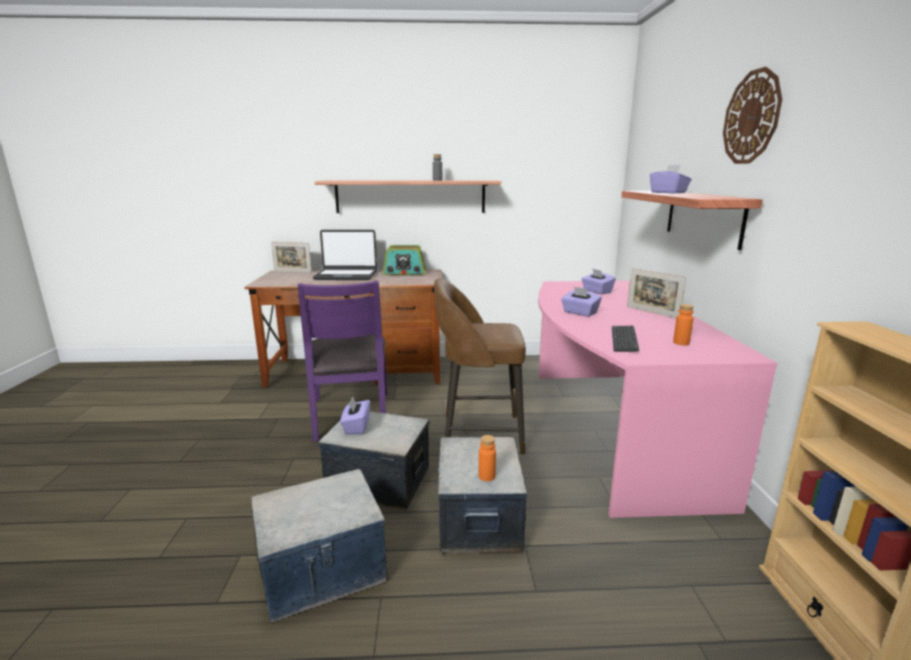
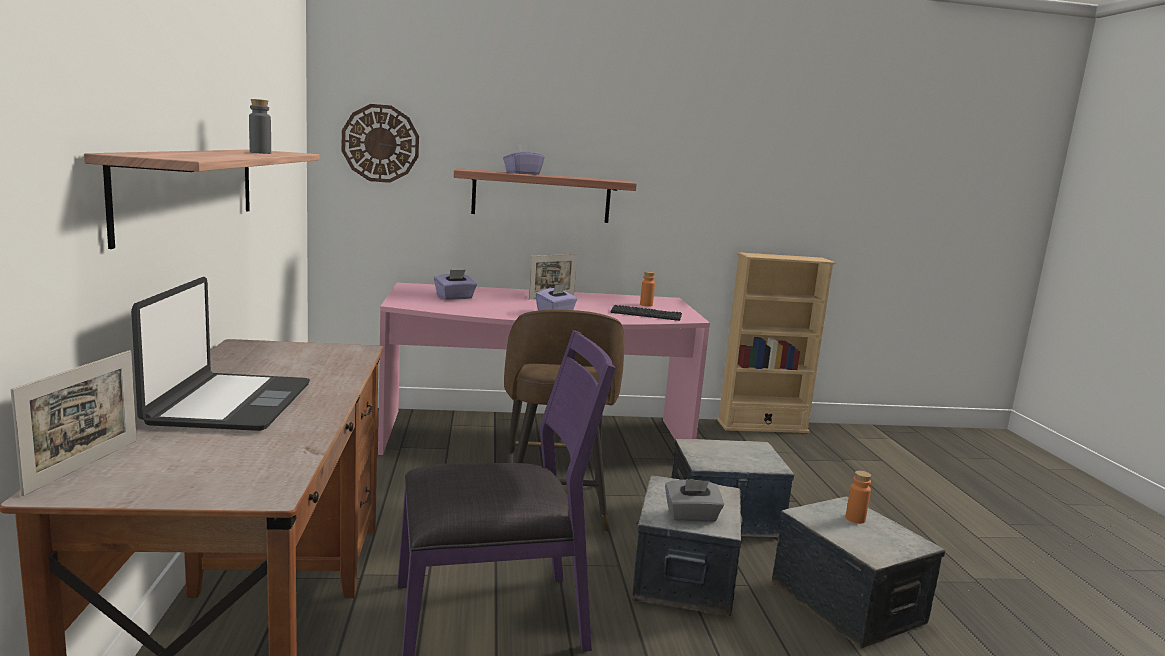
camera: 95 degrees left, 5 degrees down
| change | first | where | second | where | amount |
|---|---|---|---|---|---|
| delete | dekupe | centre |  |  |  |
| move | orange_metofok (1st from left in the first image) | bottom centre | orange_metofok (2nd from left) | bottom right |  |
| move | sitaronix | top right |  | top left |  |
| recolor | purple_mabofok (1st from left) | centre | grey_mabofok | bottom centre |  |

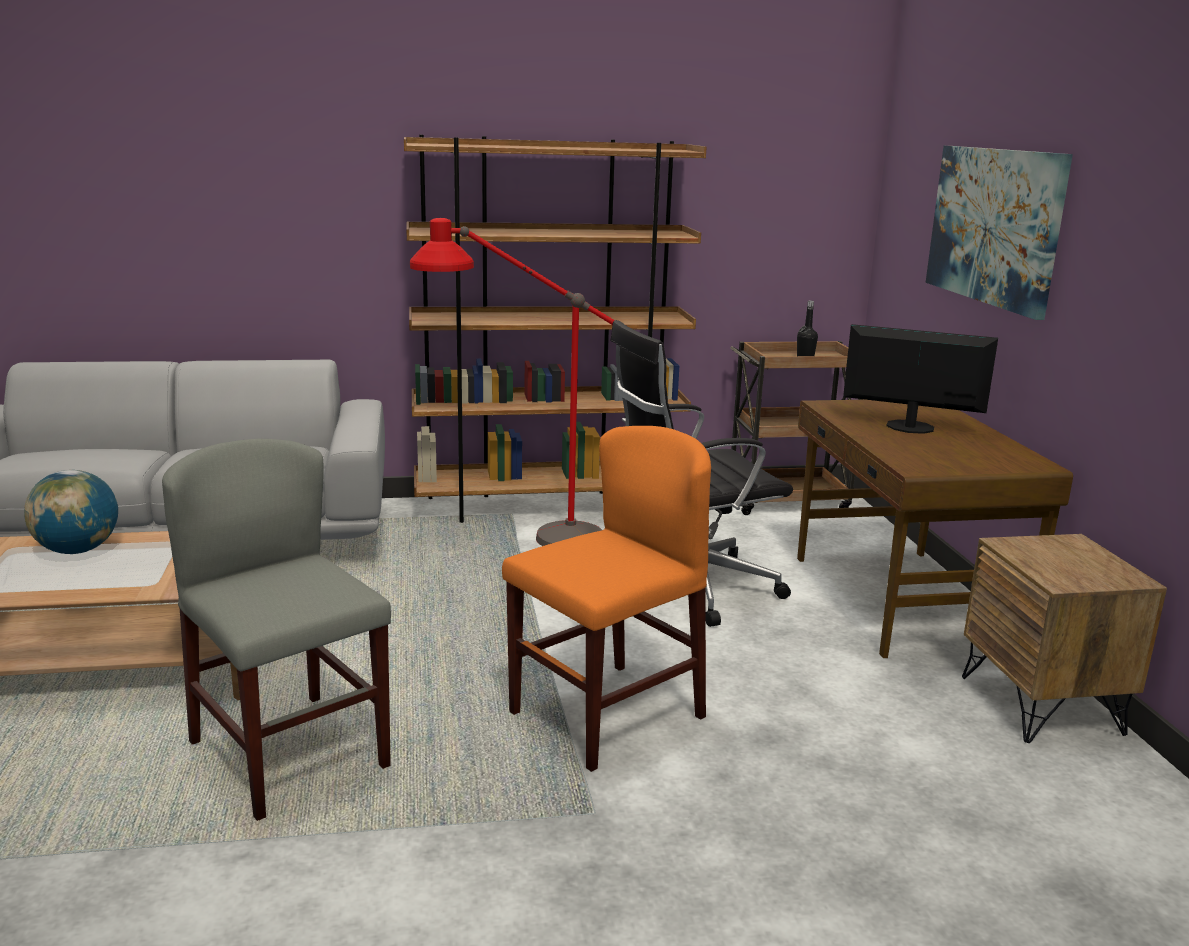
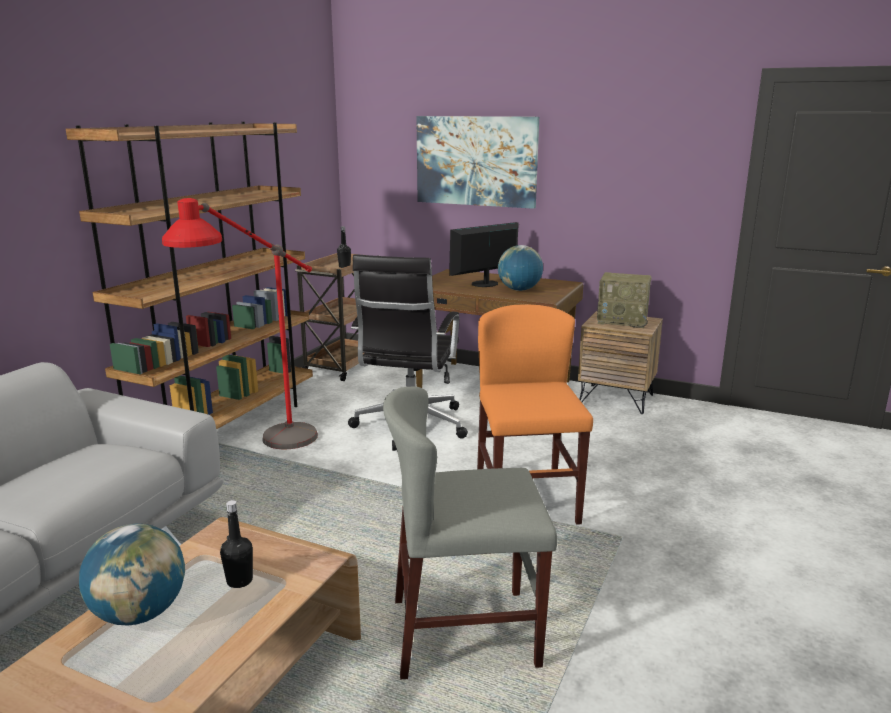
camera: 55 degrees left, 0 degrees up
| change | first | where | second | where | amount |
|---|---|---|---|---|---|
| insert |  |  | black_metofok (1st from left) | bottom left |  |
| insert |  |  | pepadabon (2nd from left) | centre |  |
| insert |  |  | dekupe | middle right |  |

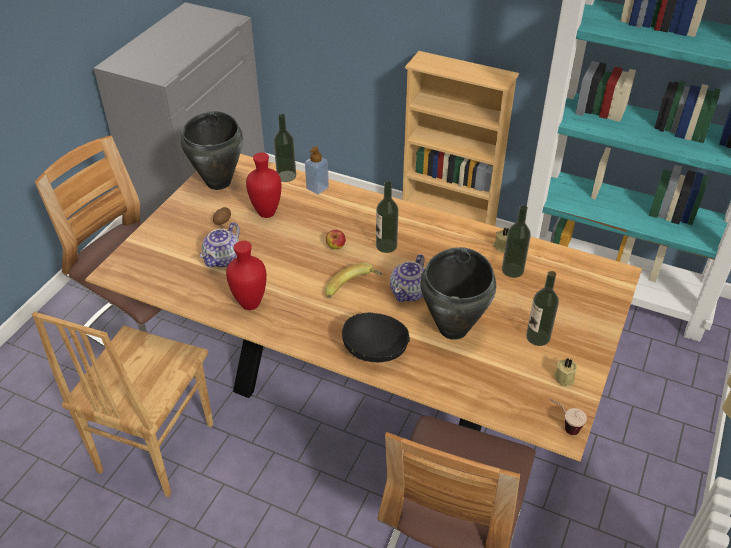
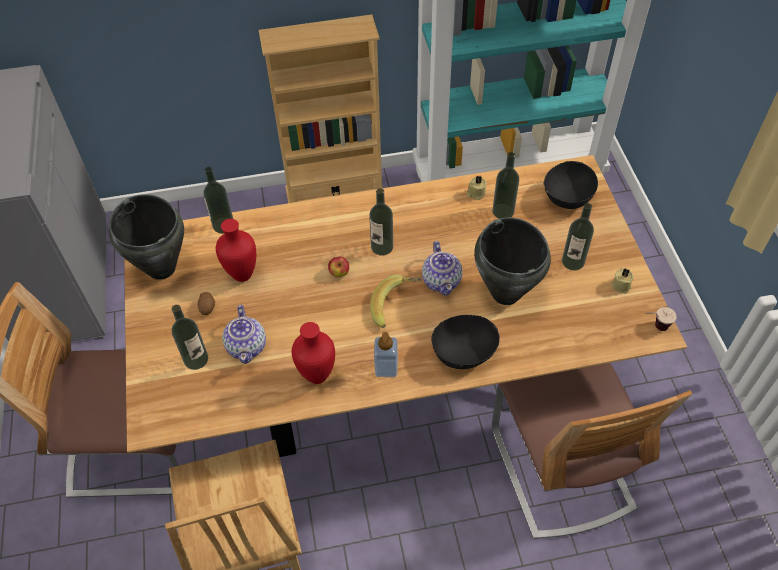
camera: 35 degrees left, 10 degrees up
| change | first | where | second | where | amount |
|---|---|---|---|---|---|
| insert |  |  | metofok (1st from left) | middle left |  |
| insert |  |  | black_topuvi (2nd from left) | top right |  |
| move | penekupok | top centre |  | centre |  |

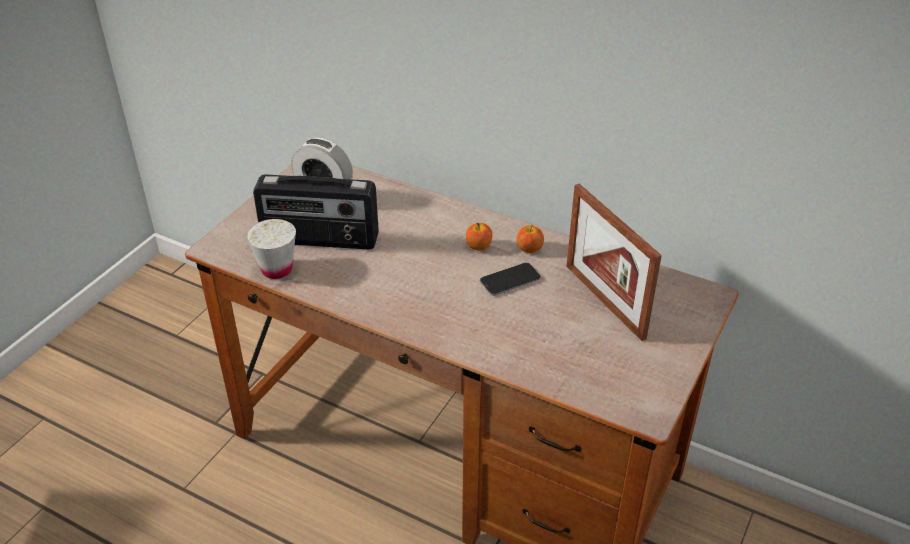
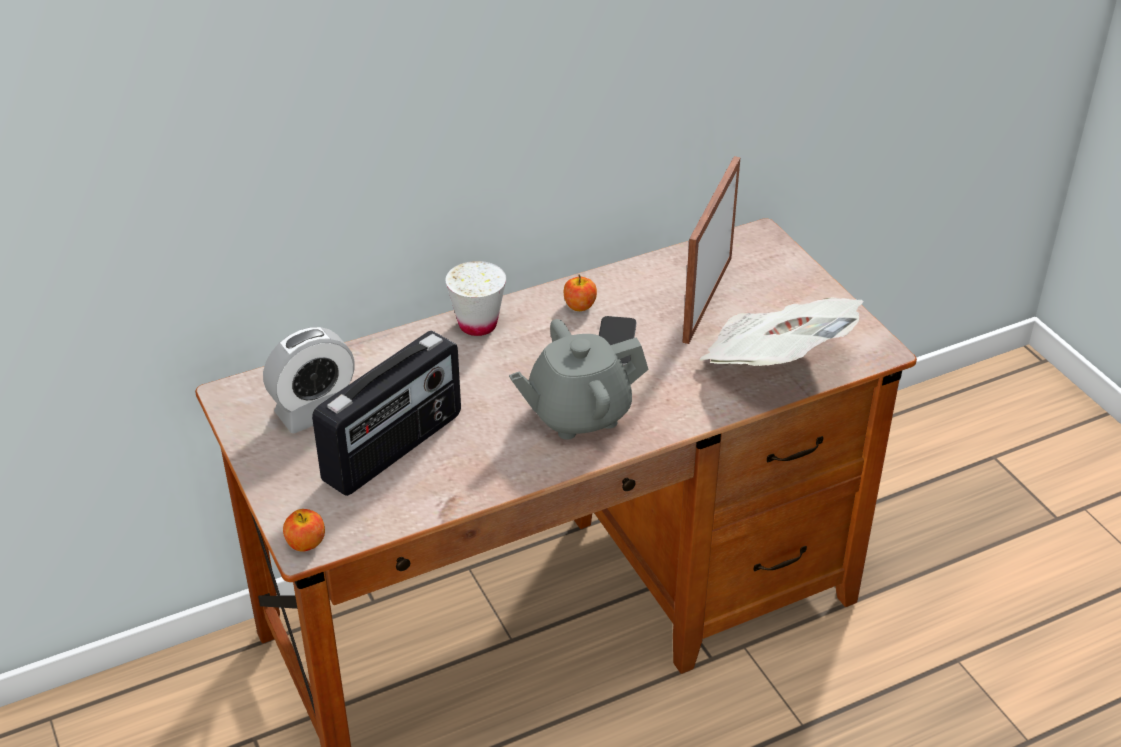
camera: 55 degrees left, 0 degrees up
| change | first | where | second | where | amount |
|---|---|---|---|---|---|
| insert |  |  | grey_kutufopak | centre |  |
| insert |  |  | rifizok | middle right |  |
| move | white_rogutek | middle left |  | centre |  |
| move | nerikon (1st from left) | centre |  | bottom left |  |
| rotate | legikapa | middle right |  | centre | 105 degrees clockwise |

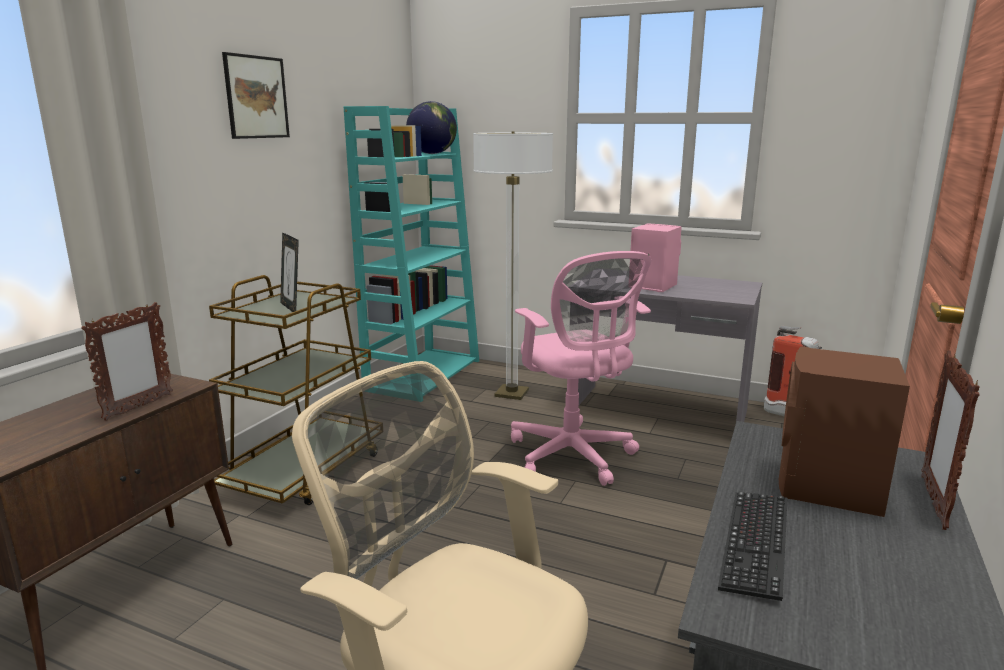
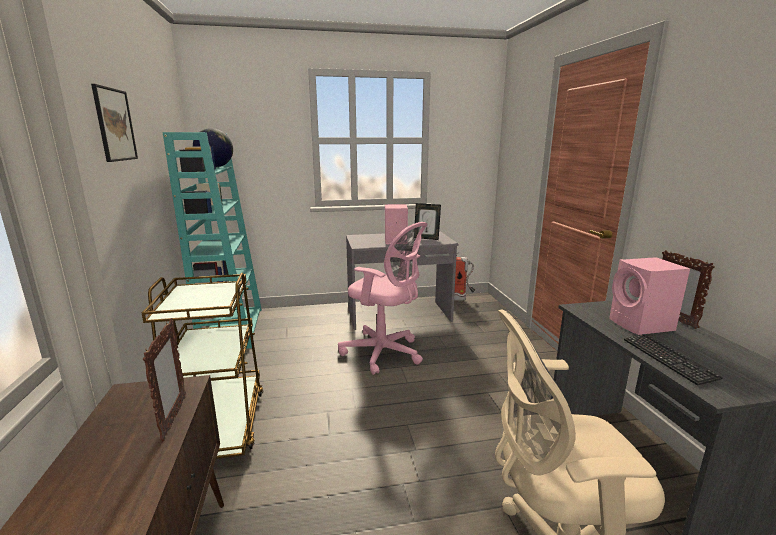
camera: 35 degrees left, 0 degrees up
| change | first | where | second | where | amount |
|---|---|---|---|---|---|
| delete | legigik | centre |  |  |  |
| move | legikapa (2nd from left) | middle left |  | centre |  |
| recolor | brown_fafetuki | middle right | pink_fafetuki (2nd from left) | middle right |  |

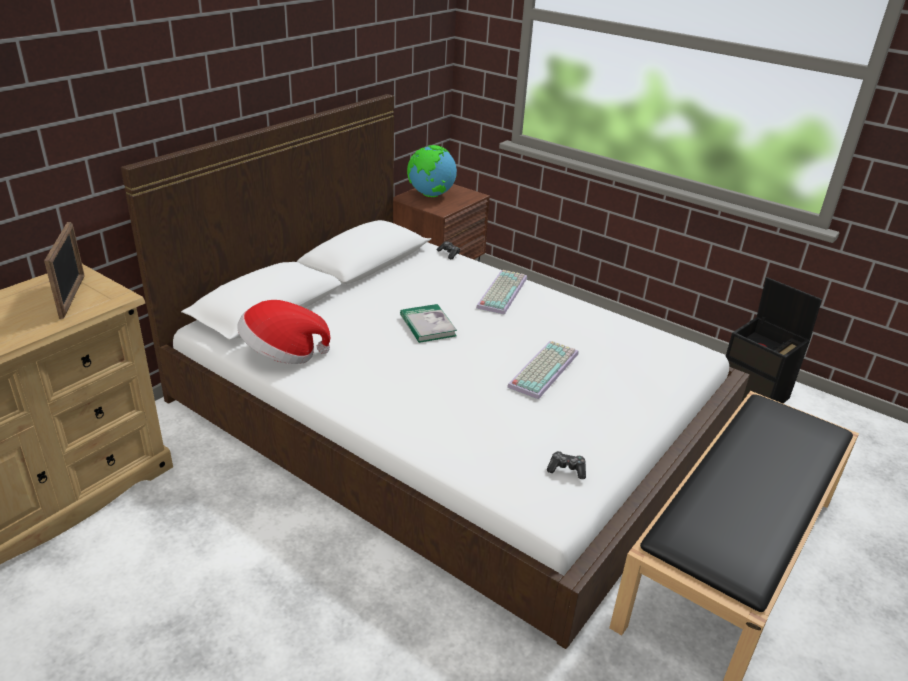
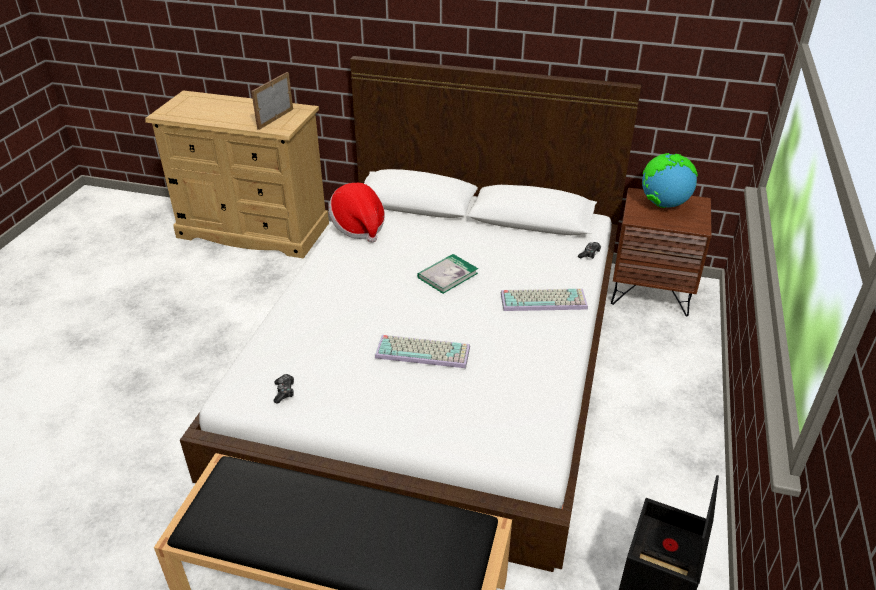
camera: 70 degrees right, 5 degrees up
| change | first | where | second | where | amount |
|---|---|---|---|---|---|
| rotate | legikapa | middle left |  | top left | 150 degrees clockwise |

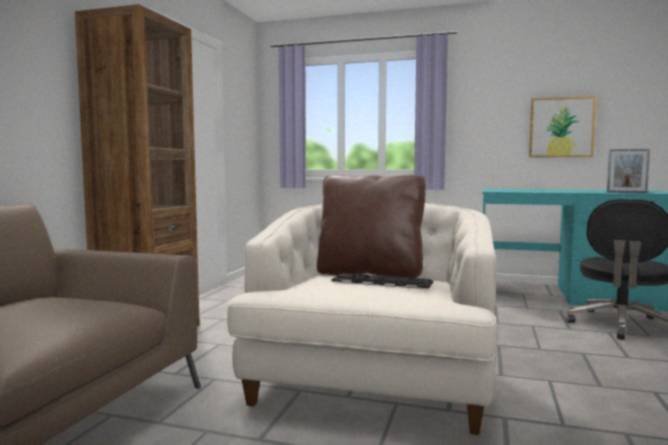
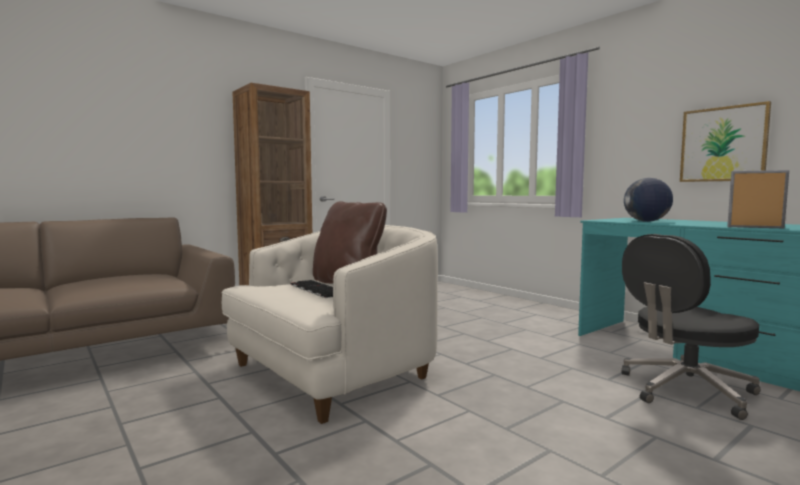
camera: 35 degrees right, 0 degrees up
| change | first | where | second | where | amount |
|---|---|---|---|---|---|
| insert |  |  | pepadabon | middle right |  |
| rotate | legikapa | middle right |  | middle right | 150 degrees clockwise |

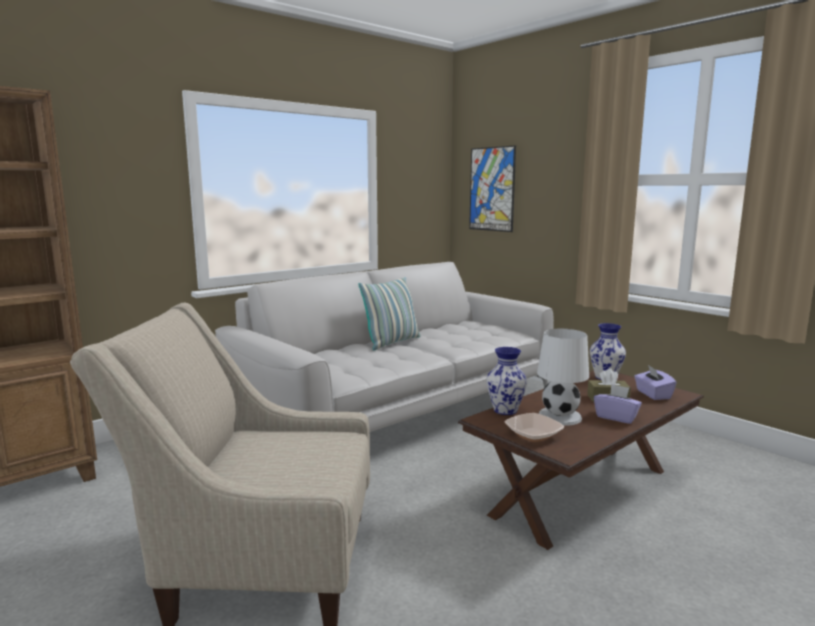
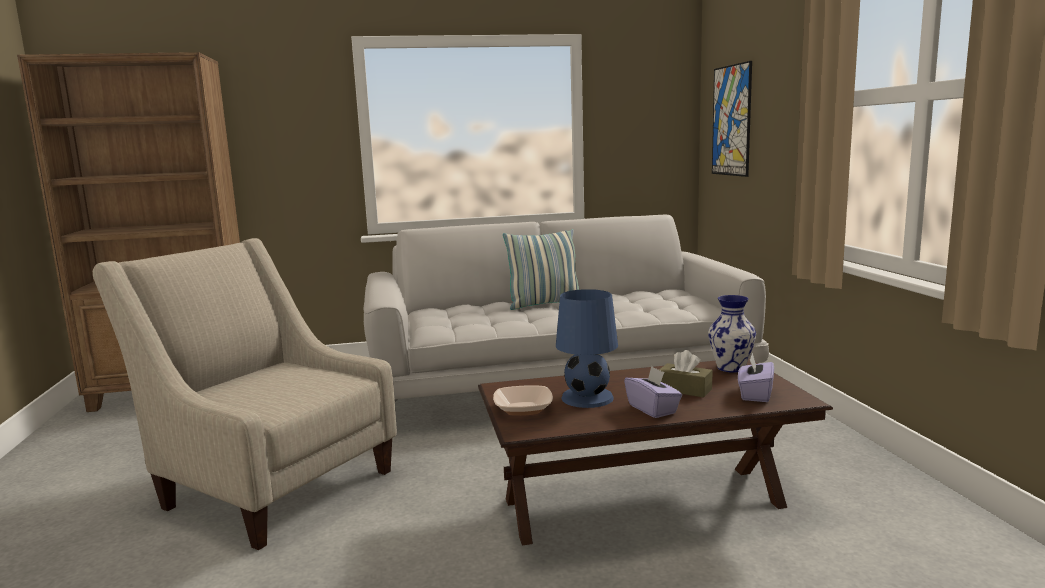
camera: 30 degrees right, 0 degrees up
| change | first | where | second | where | amount |
|---|---|---|---|---|---|
| delete | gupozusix (1st from left) | centre |  |  |  |
| recolor | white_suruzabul | middle right | blue_suruzabul | centre |  |

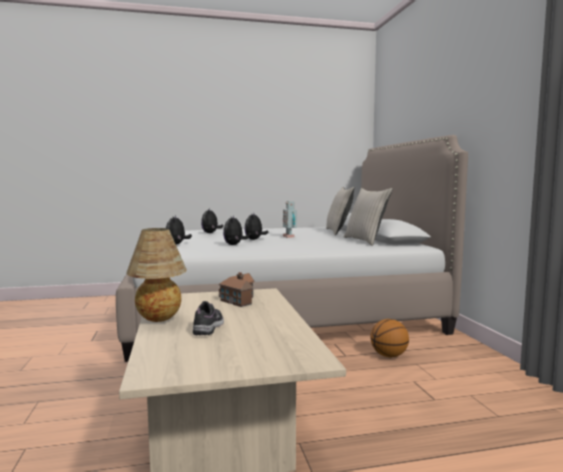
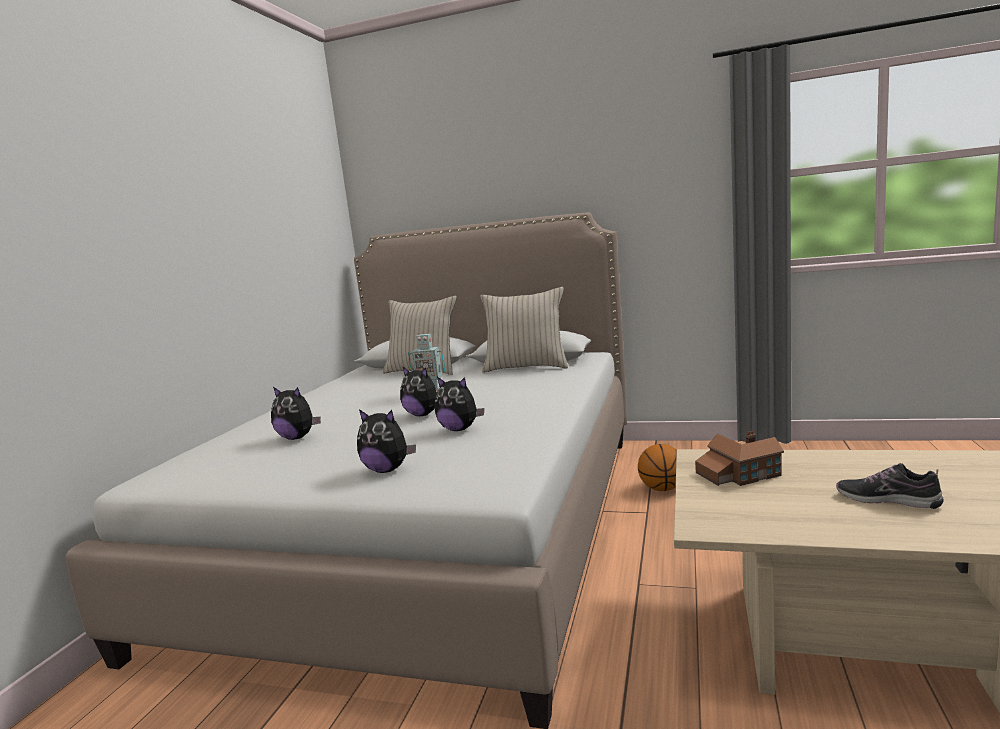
camera: 60 degrees left, 5 degrees up
| change | first | where | second | where | amount |
|---|---|---|---|---|---|
| delete | suruzabul | middle left |  |  |  |

